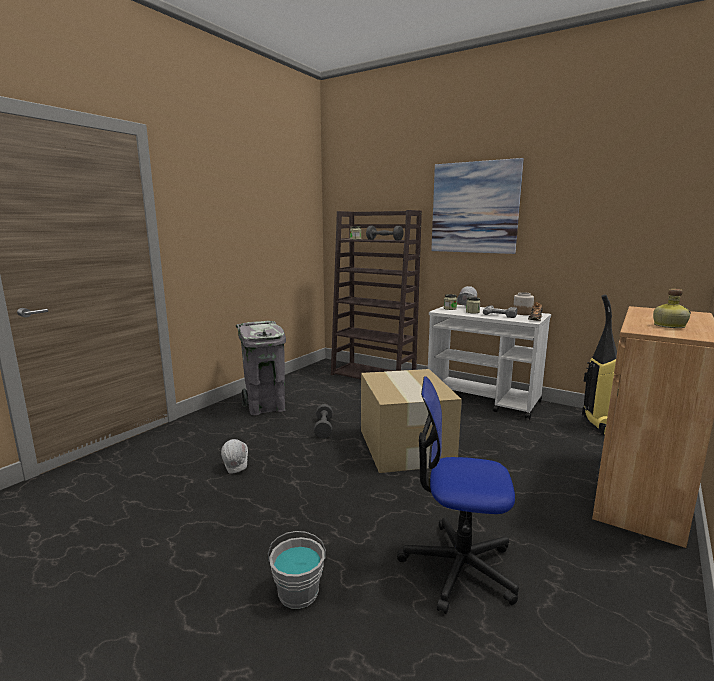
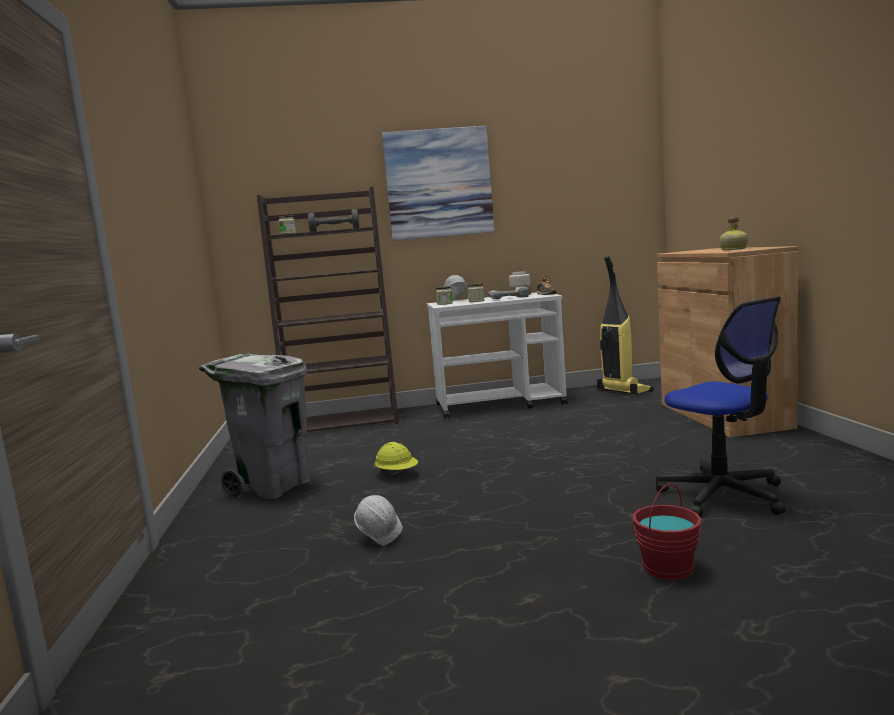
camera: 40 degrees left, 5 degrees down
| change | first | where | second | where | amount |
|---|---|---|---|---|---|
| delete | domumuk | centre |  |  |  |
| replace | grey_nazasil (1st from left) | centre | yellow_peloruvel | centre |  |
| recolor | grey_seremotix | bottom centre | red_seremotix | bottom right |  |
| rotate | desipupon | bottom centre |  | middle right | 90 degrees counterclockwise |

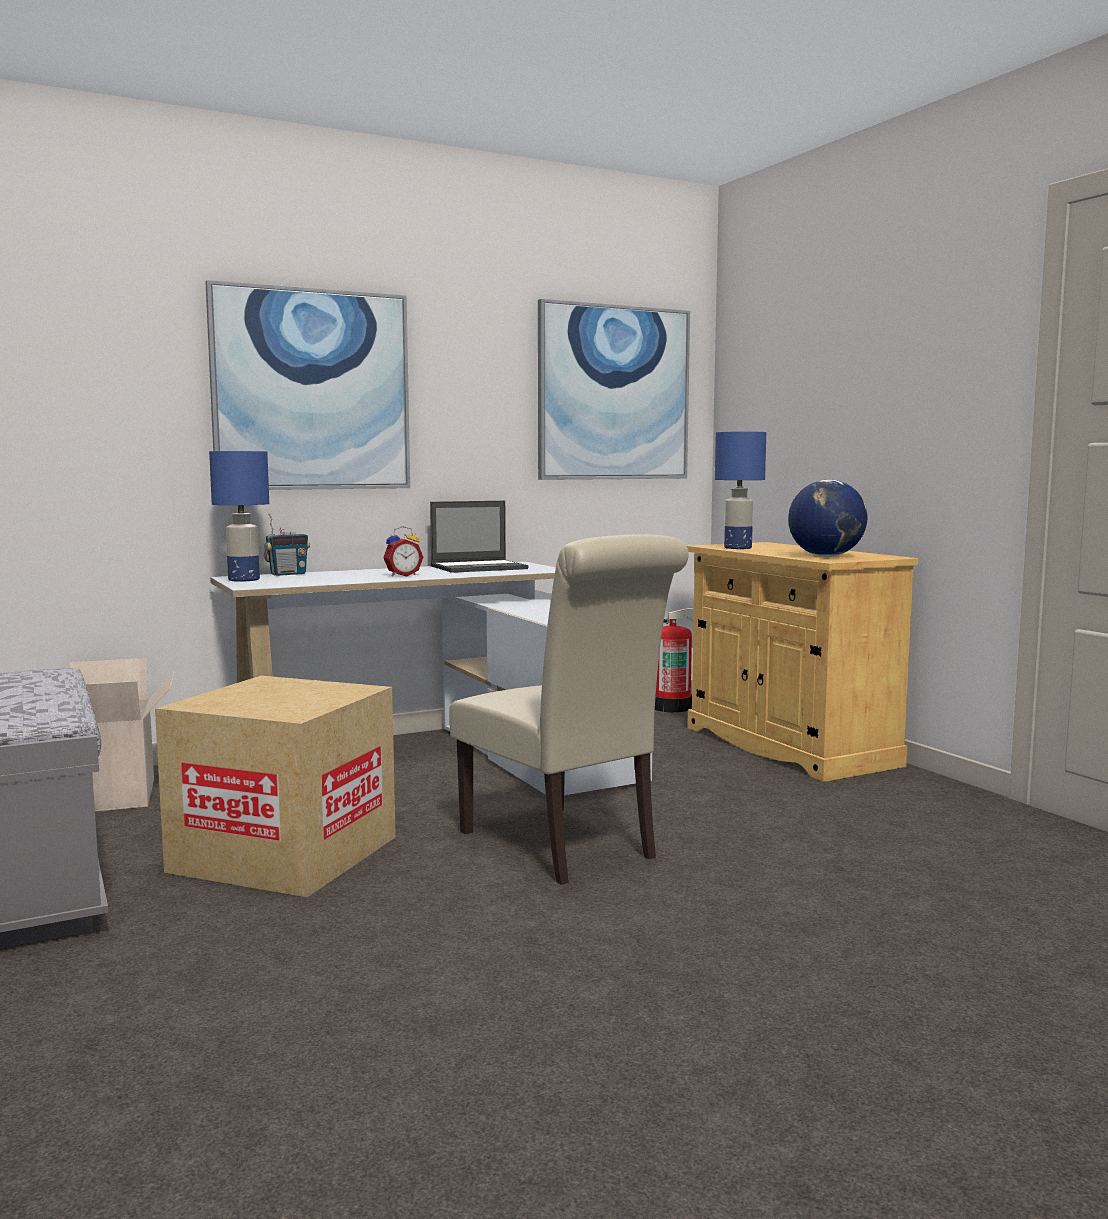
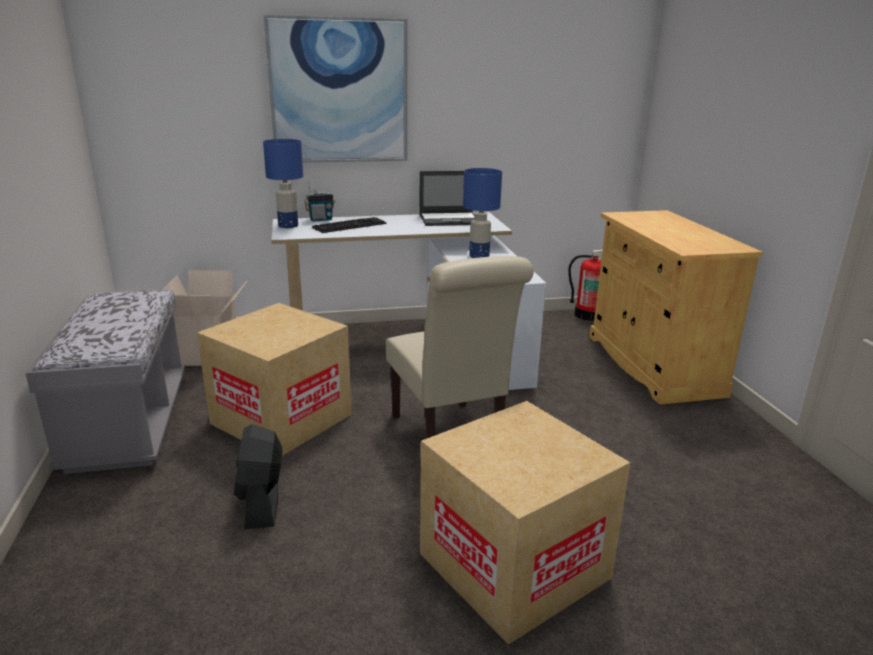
camera: 15 degrees right, 15 degrees up
| change | first | where | second | where | amount |
|---|---|---|---|---|---|
| delete | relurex | centre |  |  |  |
| delete | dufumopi (2nd from left) | top centre |  |  |  |
| delete | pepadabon | middle right |  |  |  |
| insert |  |  | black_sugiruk | bottom left |  |
| insert |  |  | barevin | centre |  |
| insert |  |  | domumuk (3rd from left) | bottom centre |  |
| move | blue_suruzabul (2nd from left) | middle right |  | top centre |  |

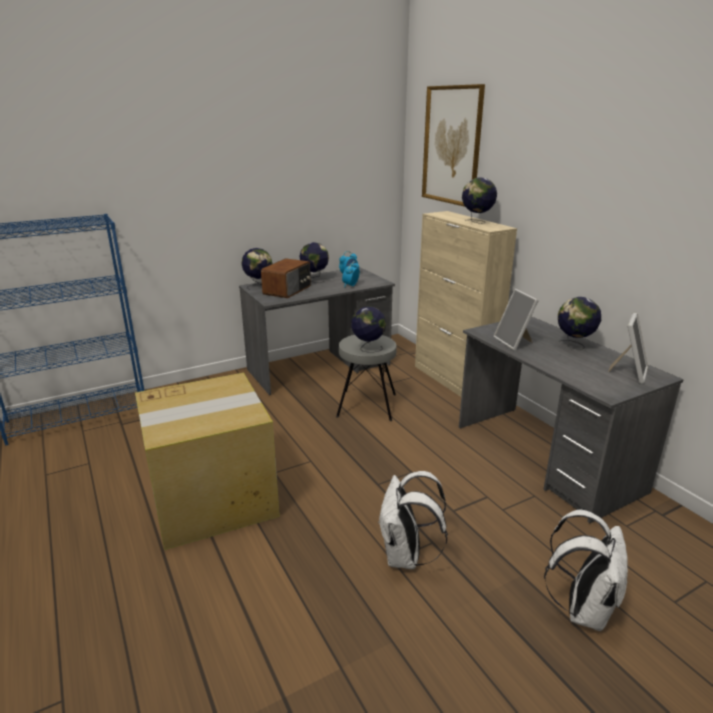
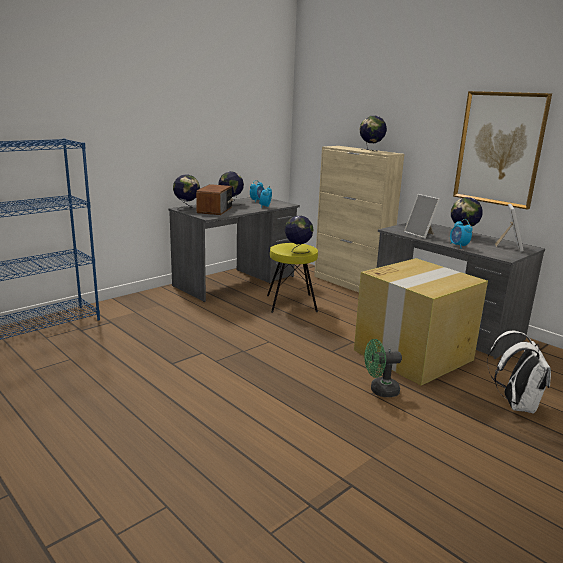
camera: 15 degrees left, 5 degrees down
| change | first | where | second | where | amount |
|---|---|---|---|---|---|
| insert |  |  | relurex (3rd from left) | middle right |  |
| move | domumuk | middle left |  | middle right |  |
| move | dufumopi | top centre |  | top right |  |
| replace | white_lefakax (1st from left) | bottom centre | green_sugiruk | middle right |  |
| recolor | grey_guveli | centre | yellow_guveli | centre |  |

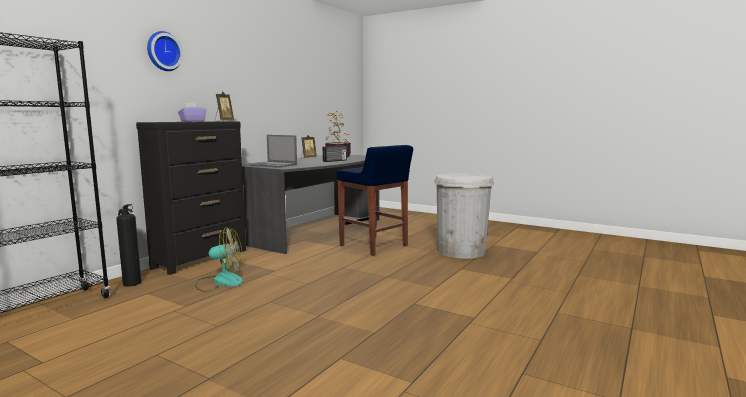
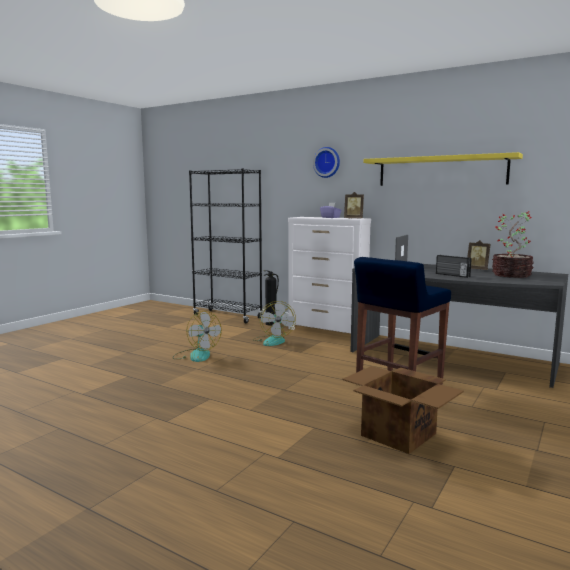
camera: 90 degrees right, 0 degrees up
| change | first | where | second | where | amount |
|---|---|---|---|---|---|
| insert |  |  | sugiruk (1st from left) | centre |  |
| insert |  |  | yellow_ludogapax | top right |  |
| replace | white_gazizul | centre | domumuk | bottom right |  |
| recolor | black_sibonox | middle left | white_sibonox | centre |  |

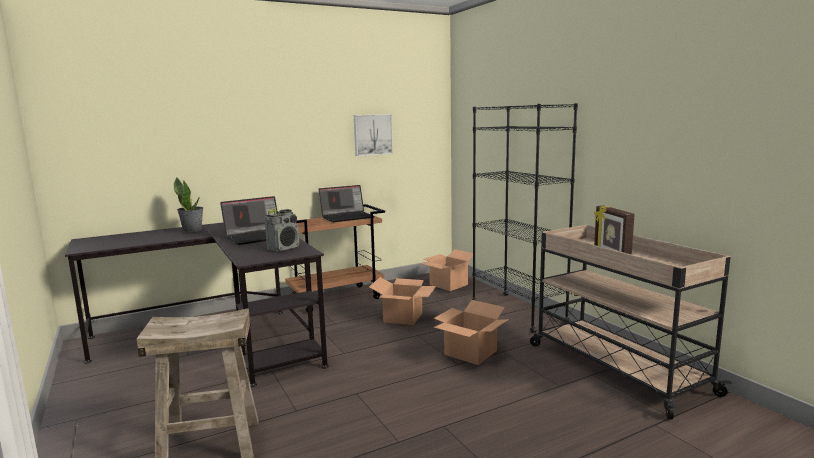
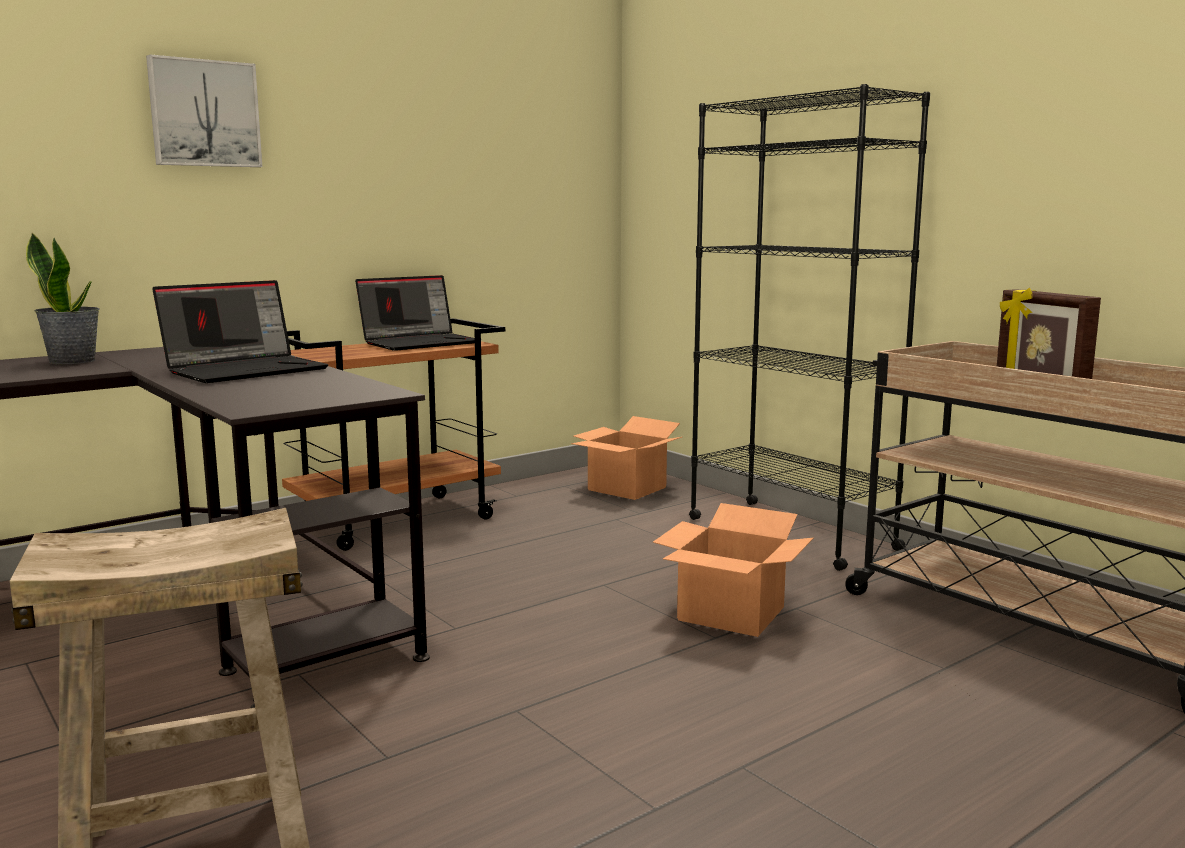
camera: 10 degrees left, 0 degrees up
| change | first | where | second | where | amount |
|---|---|---|---|---|---|
| delete | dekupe | centre |  |  |  |
| delete | domumuk (1st from left) | centre |  |  |  |
| move | dufumopi | top centre |  | top left |  |

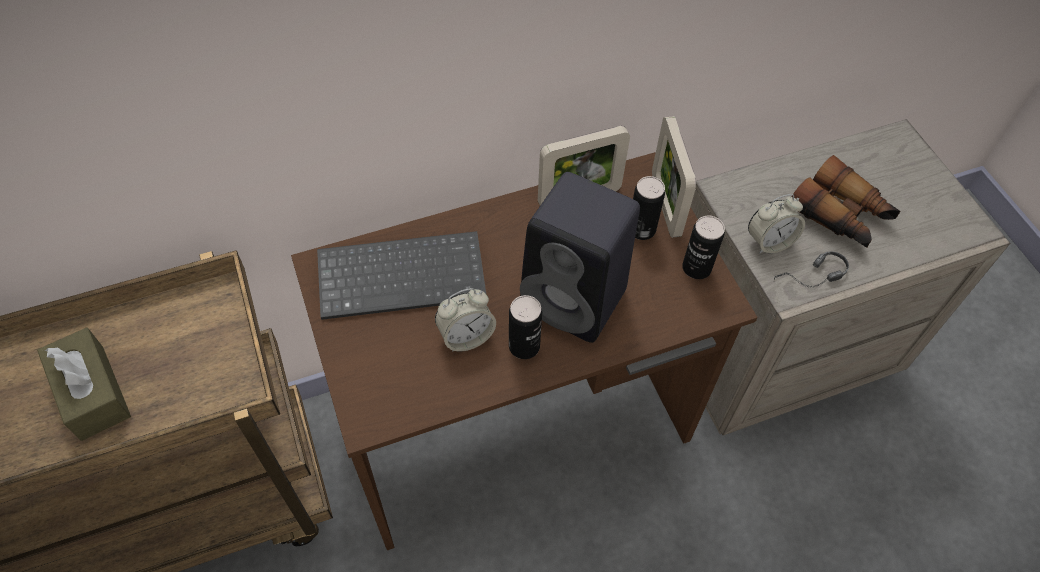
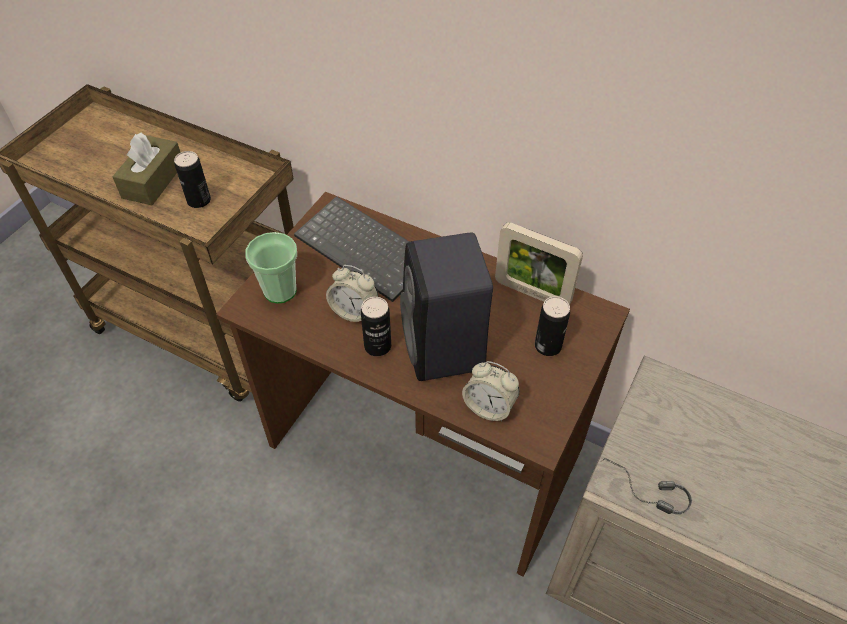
camera: 50 degrees right, 5 degrees down
| change | first | where | second | where | amount |
|---|---|---|---|---|---|
| delete | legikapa (2nd from left) | top centre |  |  |  |
| delete | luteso | middle right |  |  |  |
| insert |  |  | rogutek | middle left |  |
| move | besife (3rd from left in the first image) | middle right | besife (1st from left) | top left |  |
| move | relurex (2nd from left) | middle right |  | centre |  |

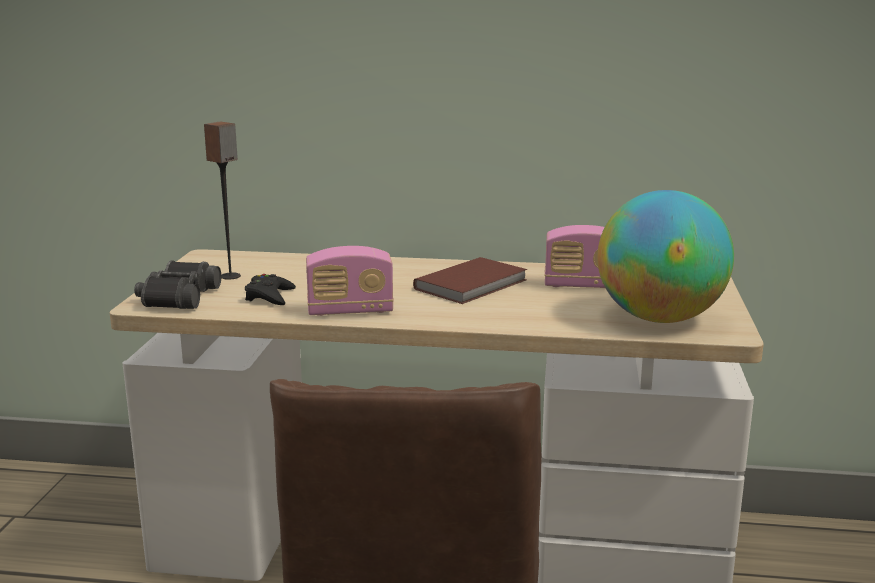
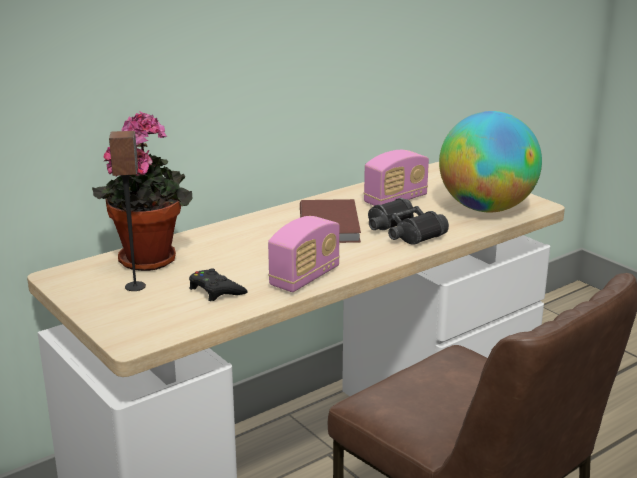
camera: 45 degrees left, 5 degrees up
| change | first | where | second | where | amount |
|---|---|---|---|---|---|
| insert |  |  | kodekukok | middle left |  |
| move | black_luteso | middle left |  | centre |  |

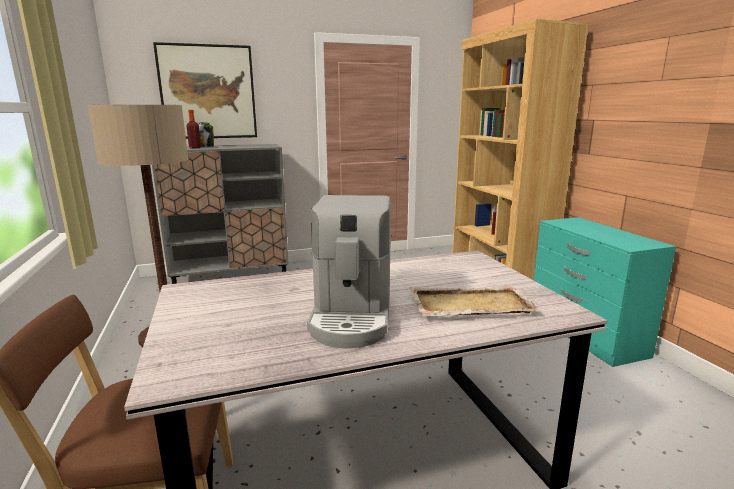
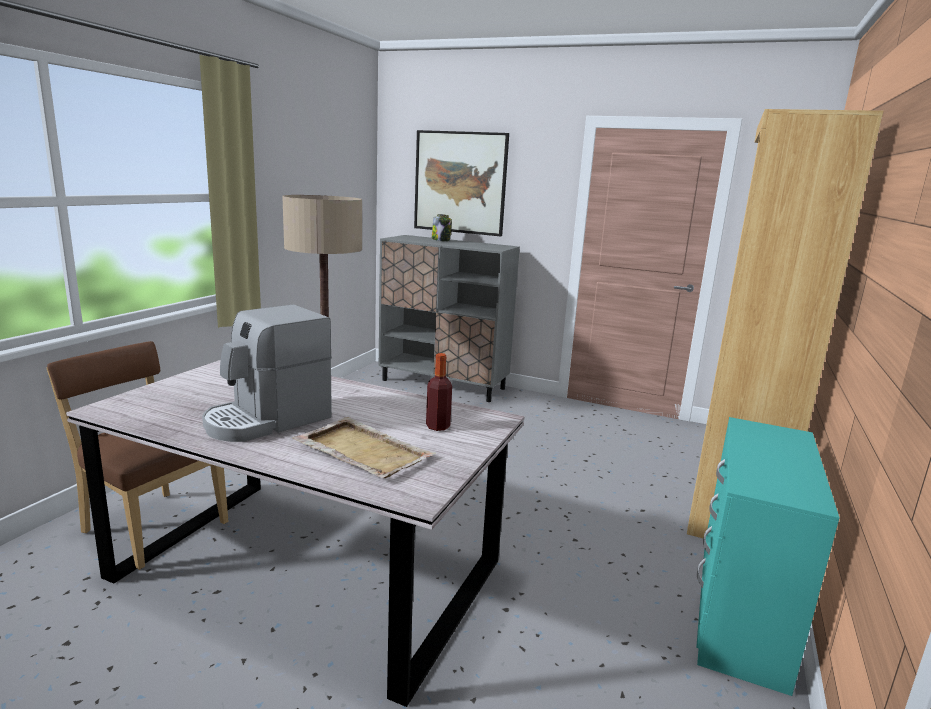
camera: 40 degrees right, 0 degrees up
| change | first | where | second | where | amount |
|---|---|---|---|---|---|
| move | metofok | top left |  | centre |  |

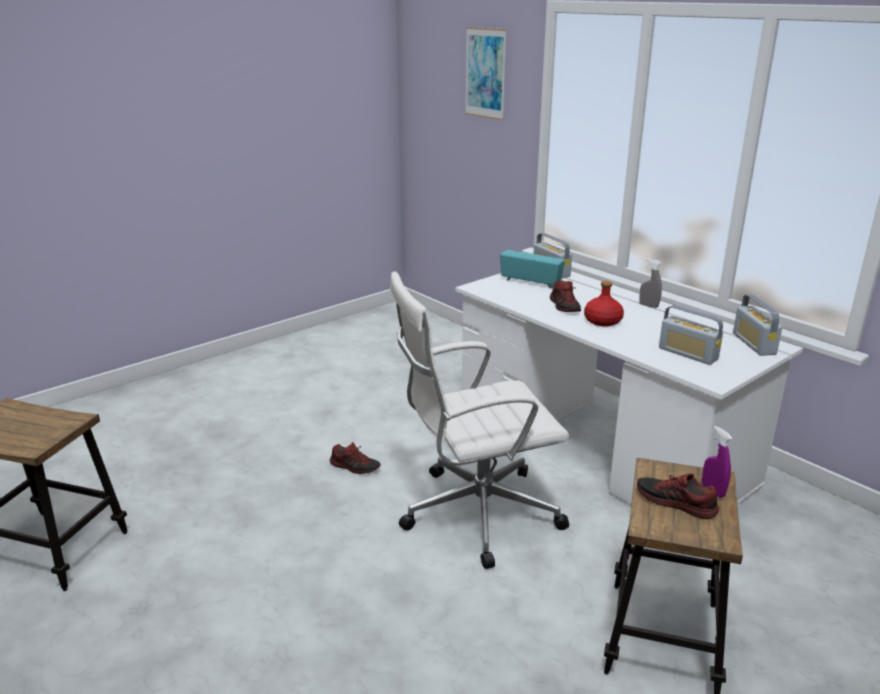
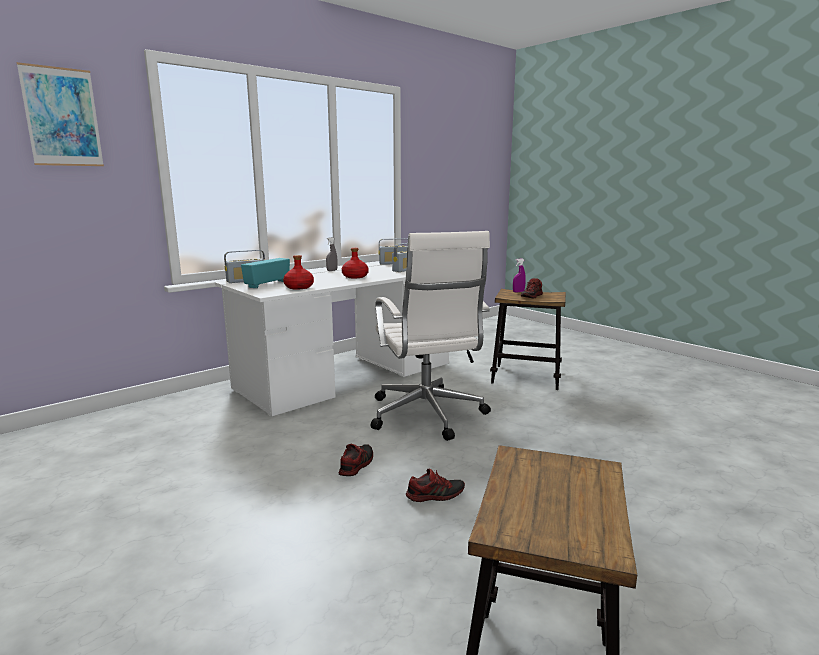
camera: 90 degrees left, 10 degrees down
| change | first | where | second | where | amount |
|---|---|---|---|---|---|
| insert |  |  | red_metofok (1st from left) | centre |  |
| move | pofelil (2nd from left) | centre |  | bottom centre |  |

